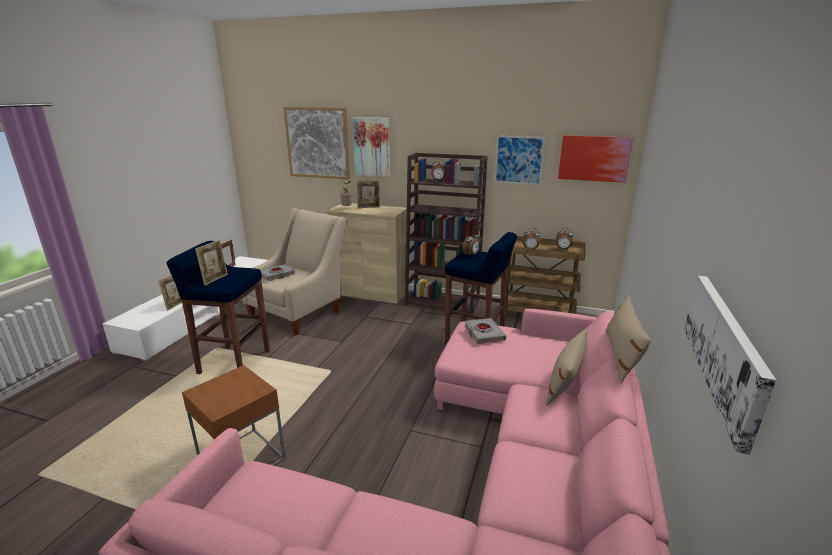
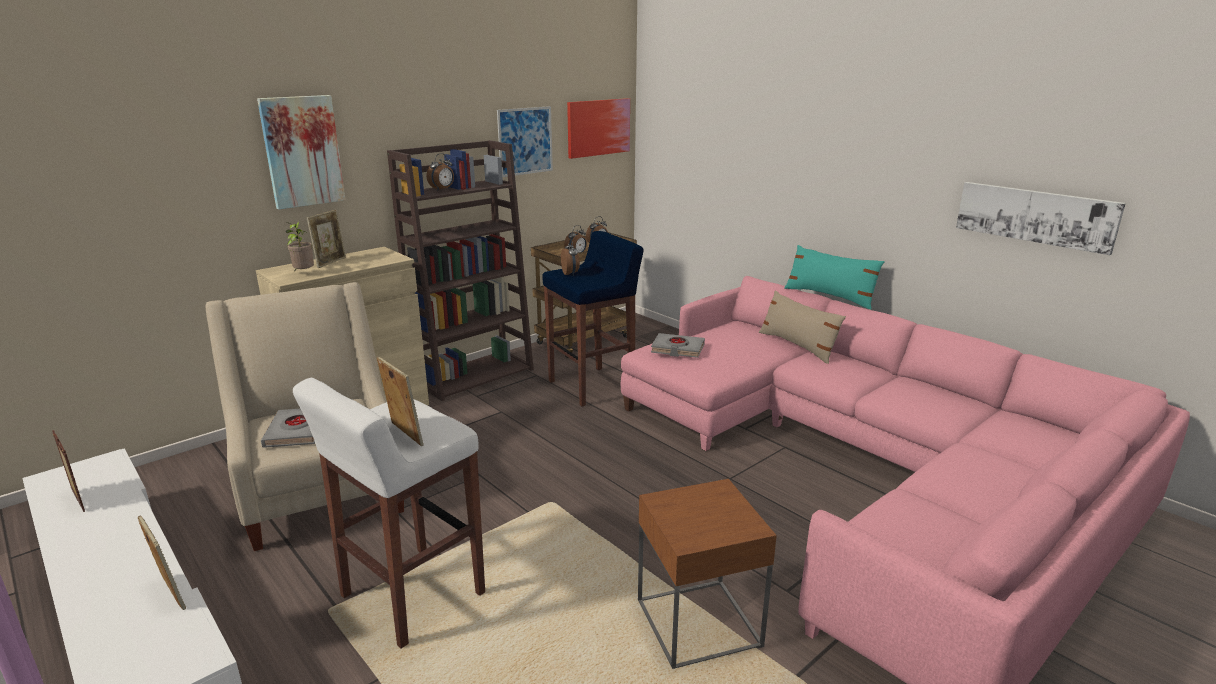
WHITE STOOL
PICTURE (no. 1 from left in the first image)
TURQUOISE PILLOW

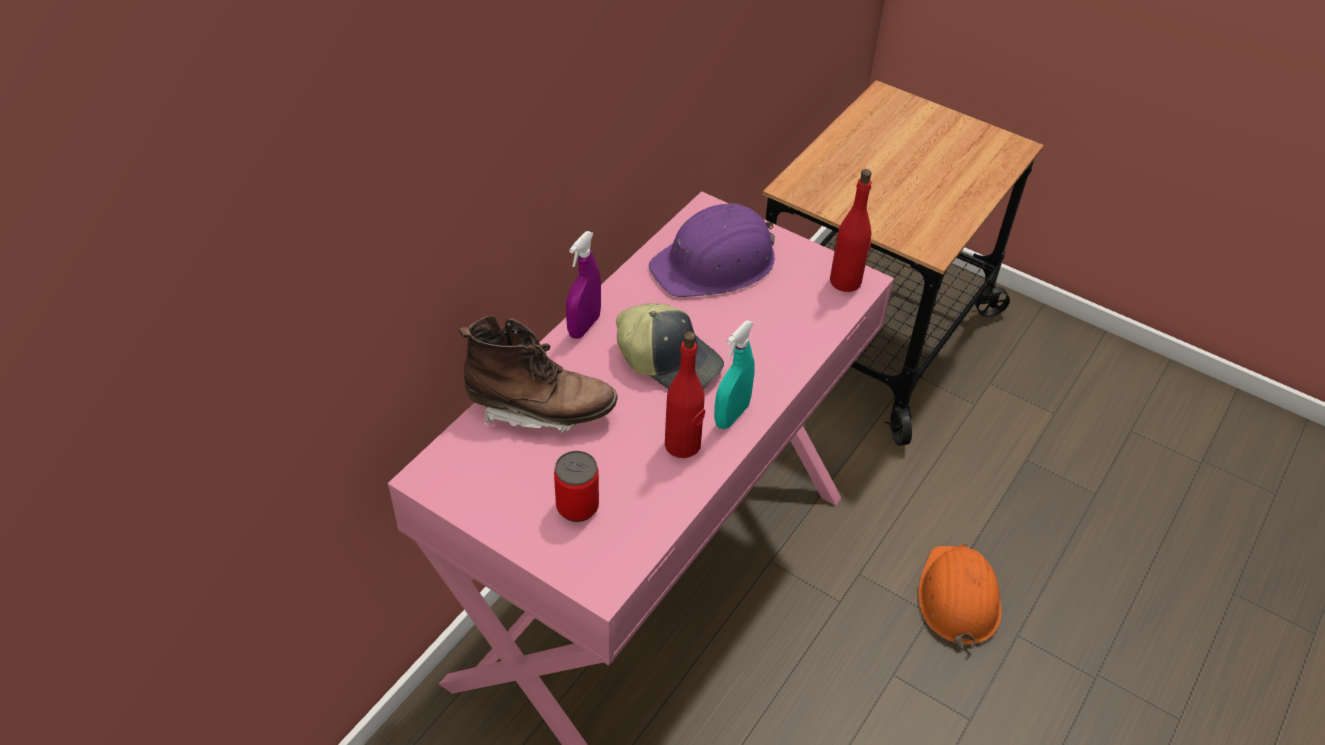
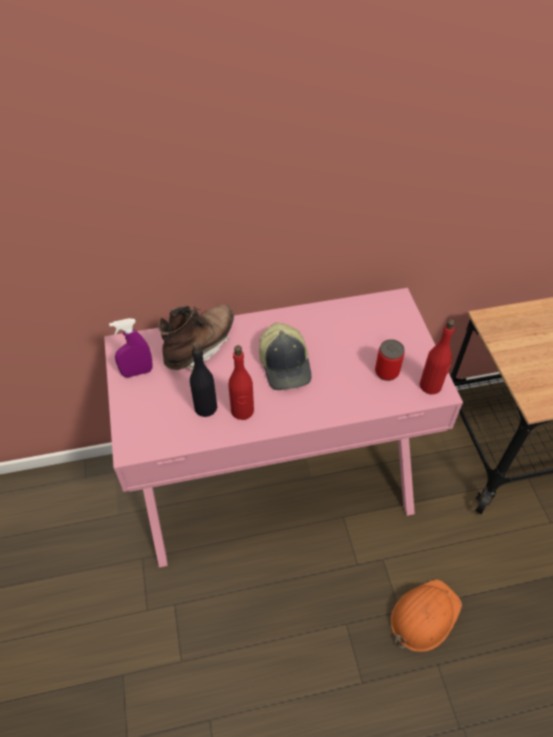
BROWN BOOT
CAN
PURPLE SPRAY BOTTLE
PURPLE HARD HAT
TURQUOISE SPRAY BOTTLE
BLACK BOTTLE

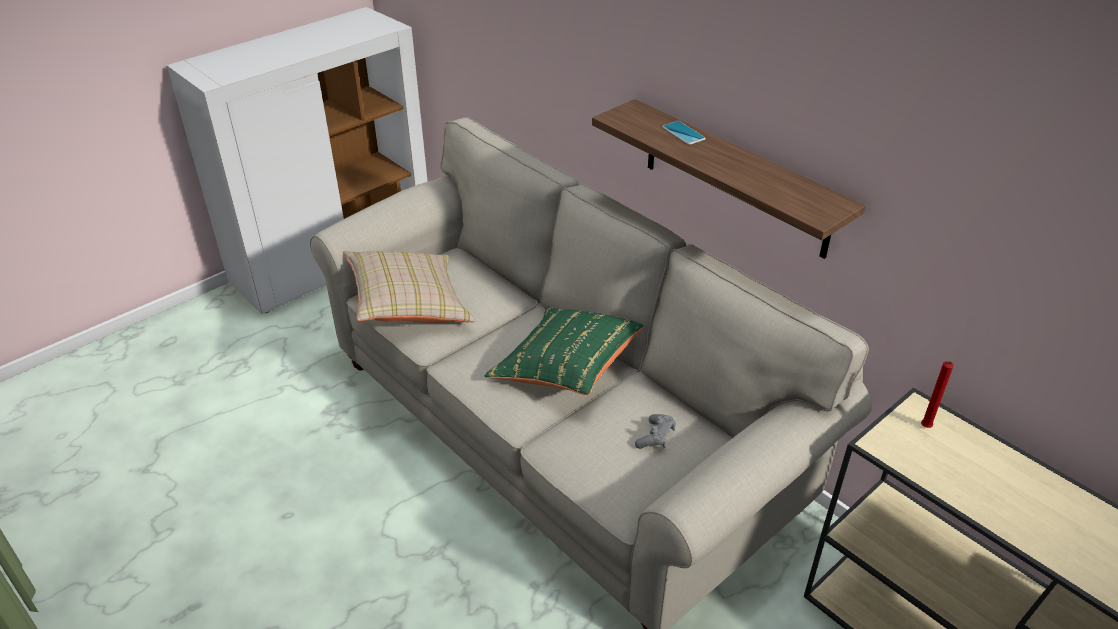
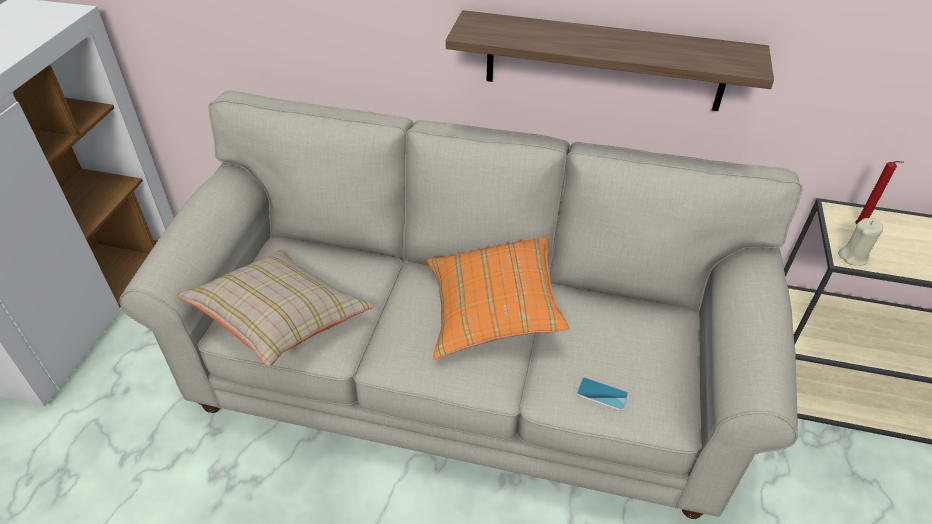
ORANGE PILLOW
GREY GAME CONTROLLER
PHONE
BEIGE CANDLE

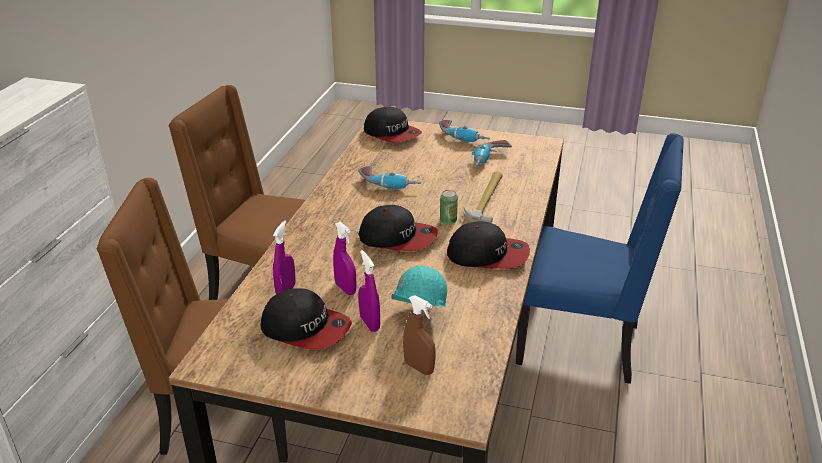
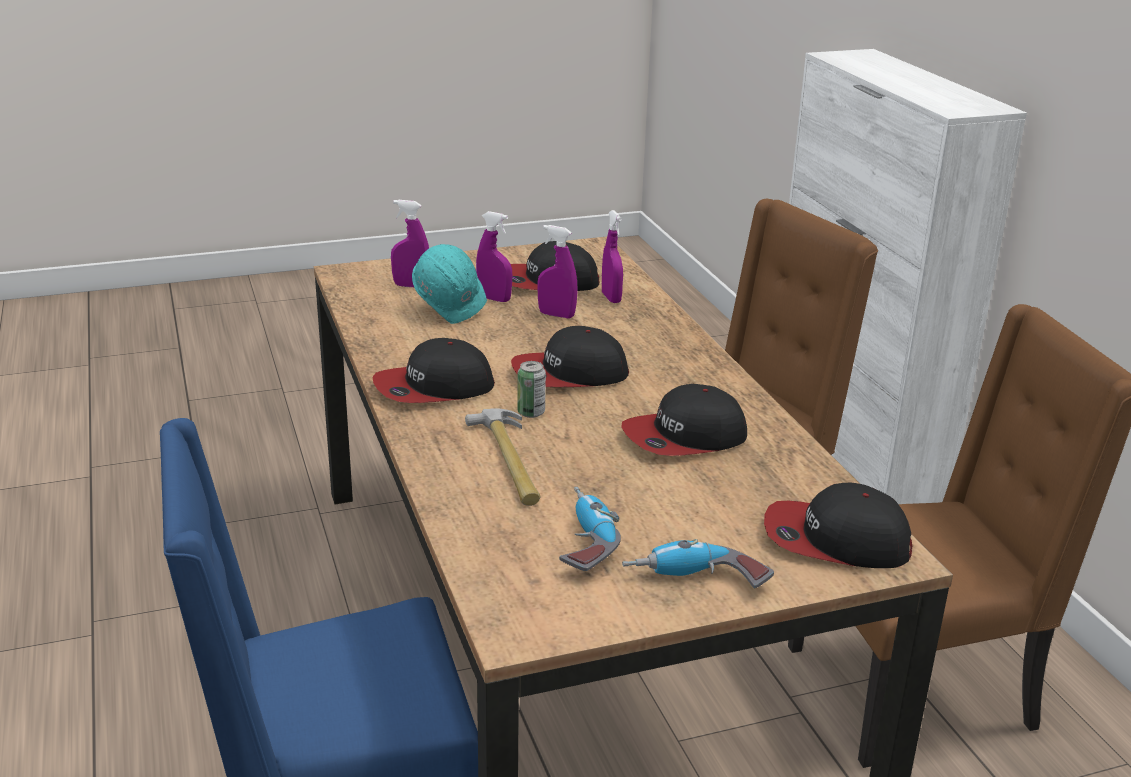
CAP (no. 4 from left)
PURPLE SPRAY BOTTLE (no. 1 from left)

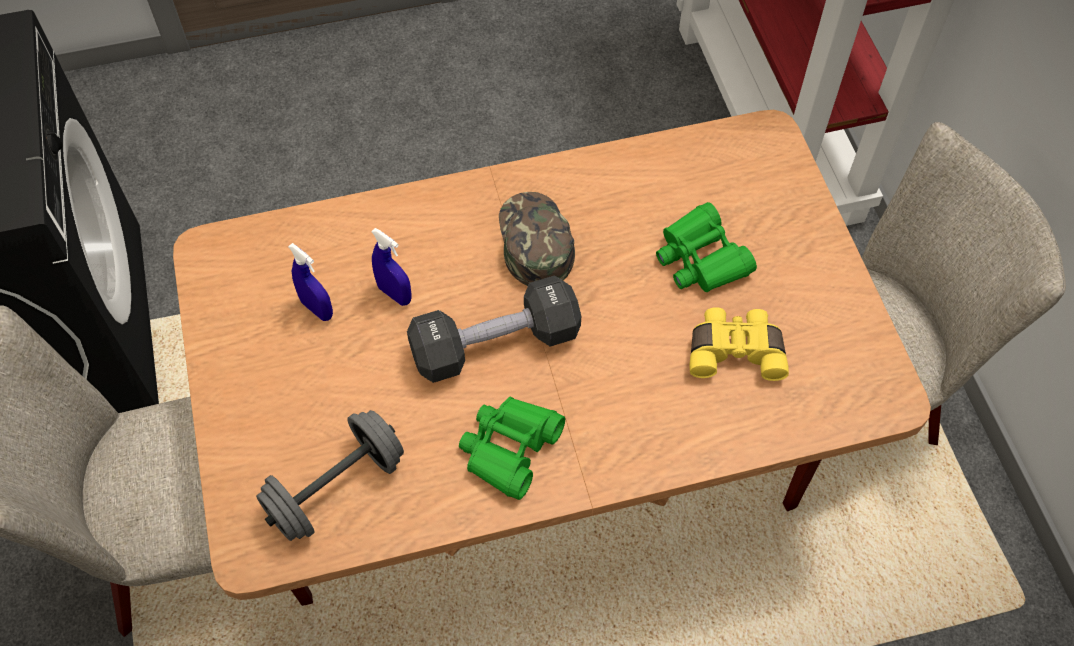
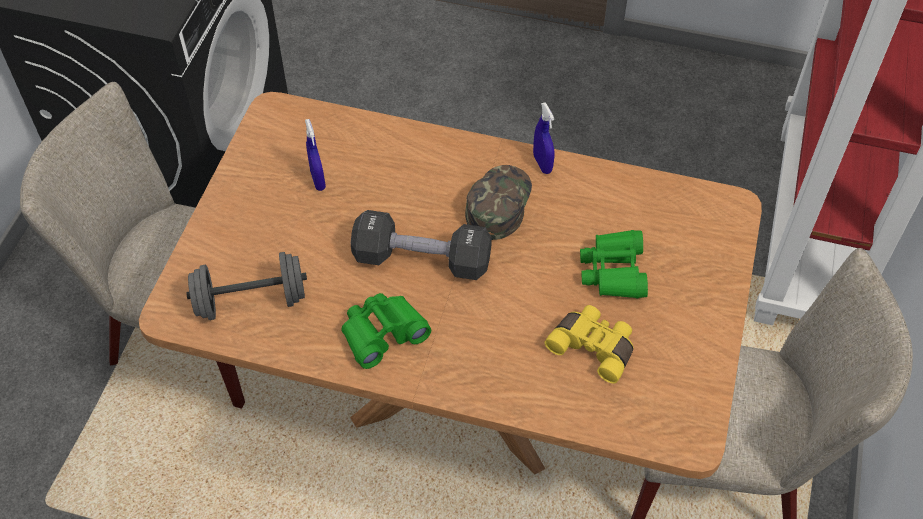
BLUE SPRAY BOTTLE (no. 2 from left)

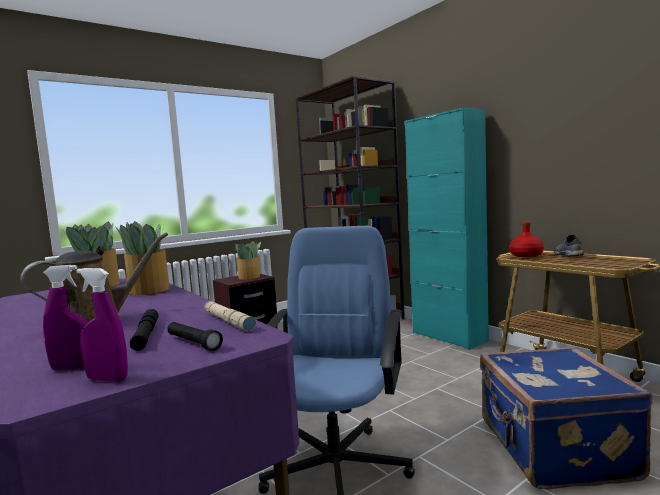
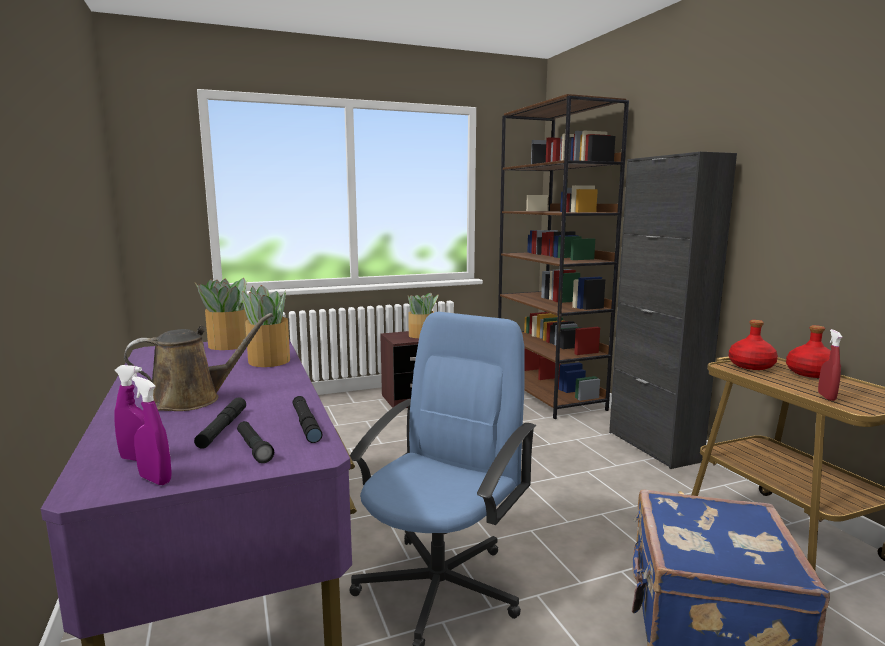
BLACK FLASHLIGHT (no. 3 from left)
BLACK CABINET
RED BOTTLE (no. 2 from left)
RED SPRAY BOTTLE

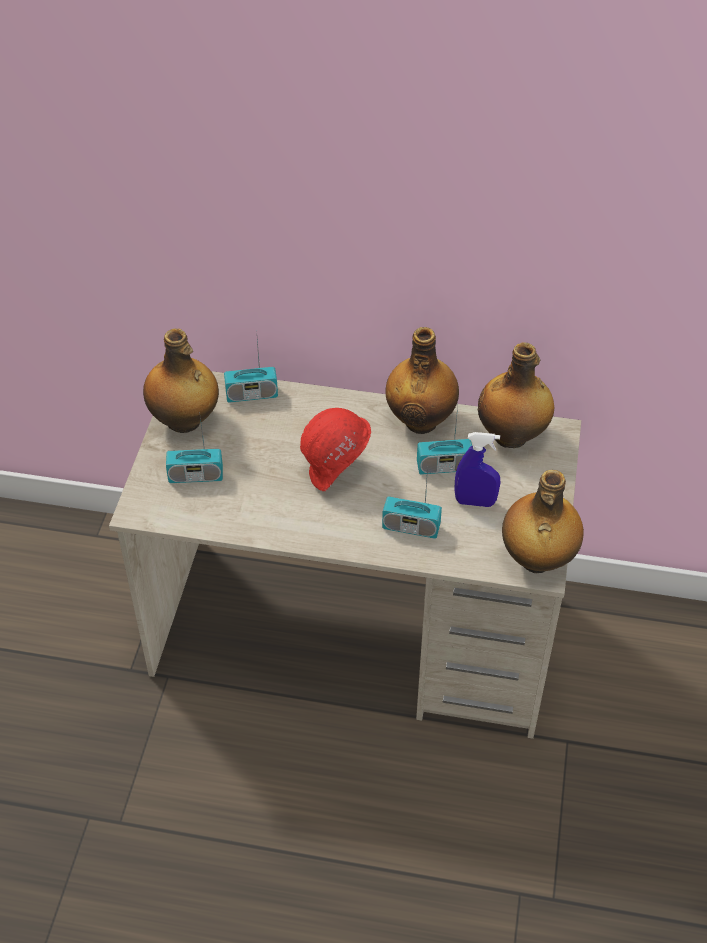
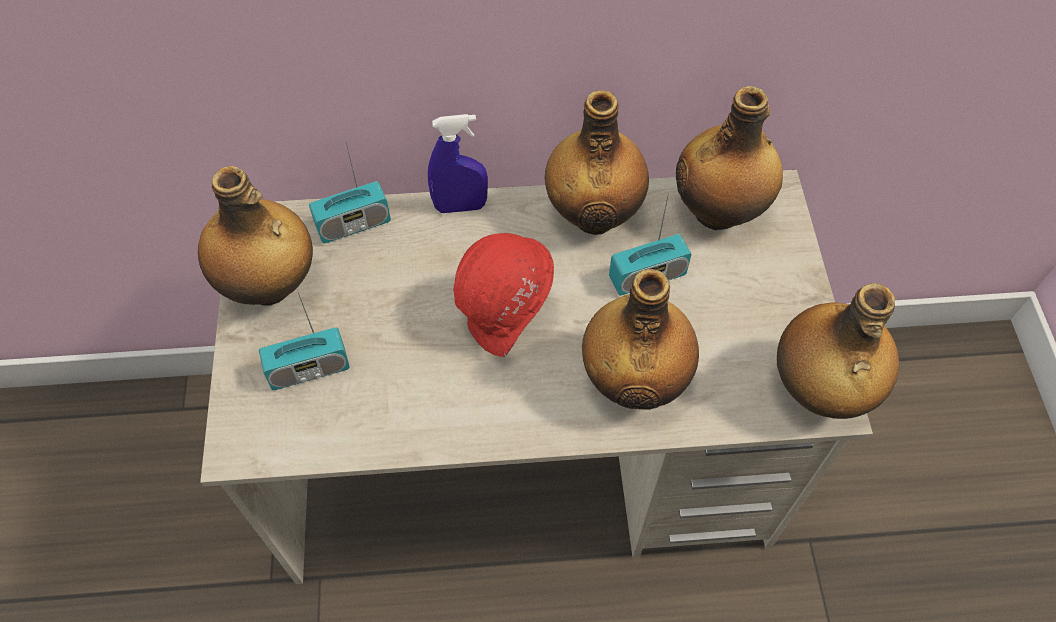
BOTTLE (no. 3 from left)
BLUE SPRAY BOTTLE

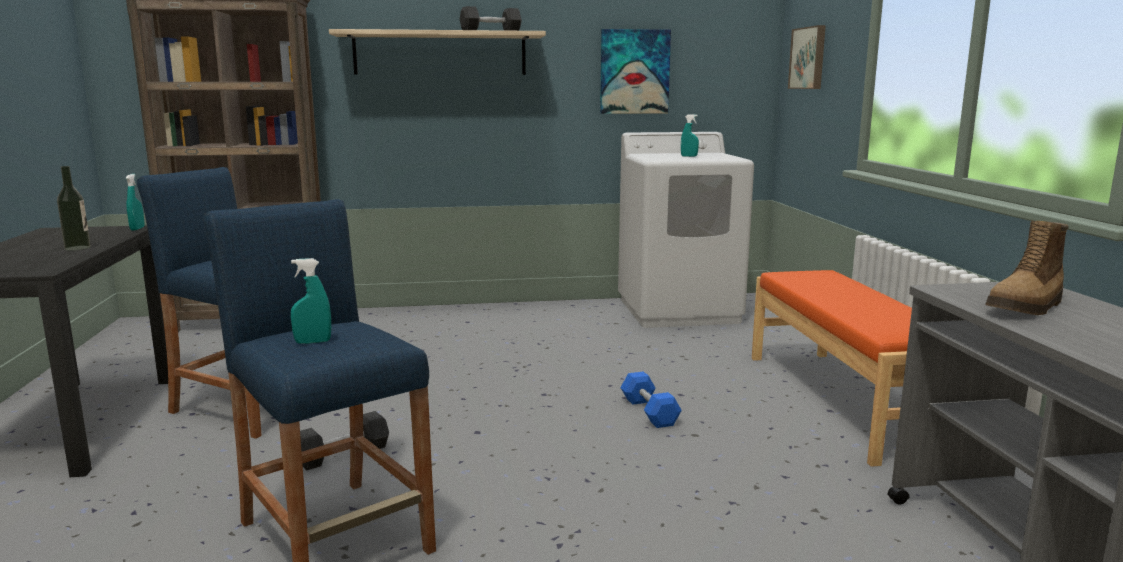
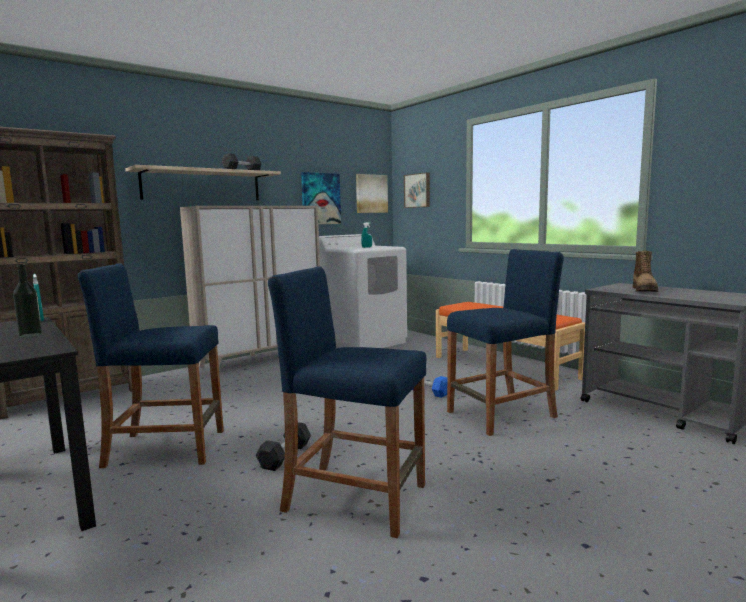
TURQUOISE SPRAY BOTTLE (no. 2 from left in the first image)
BEIGE CABINET
PICTURE (no. 2 from left)
BLUE STOOL (no. 3 from left)

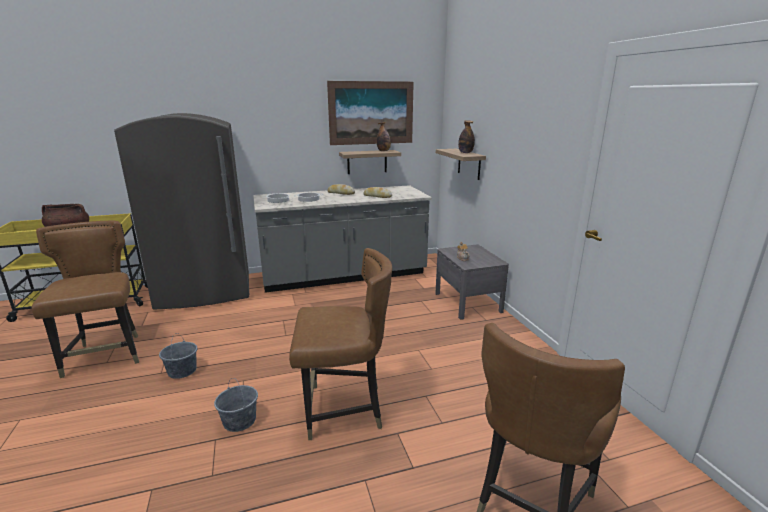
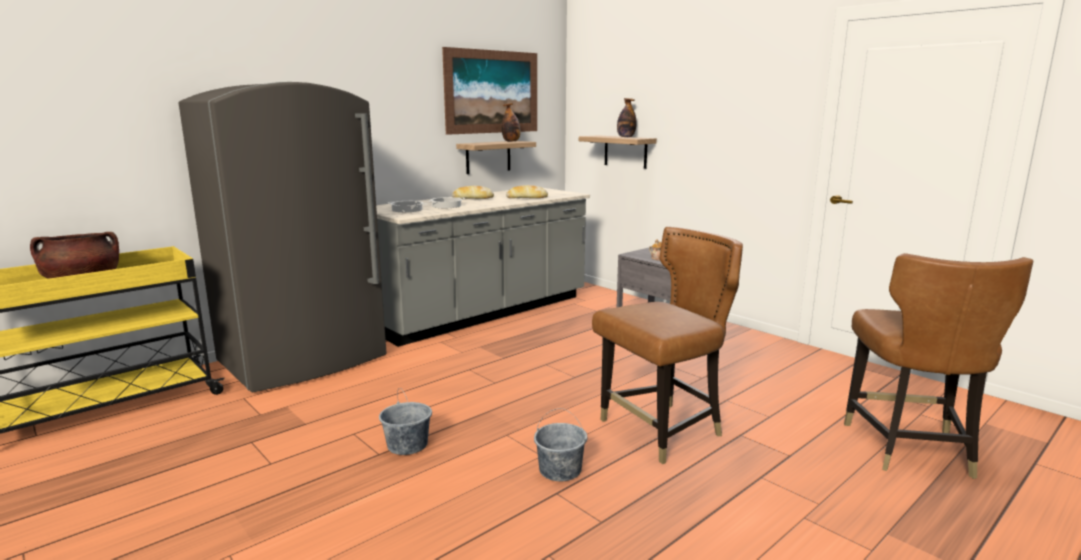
BROWN CHAIR (no. 1 from left in the first image)

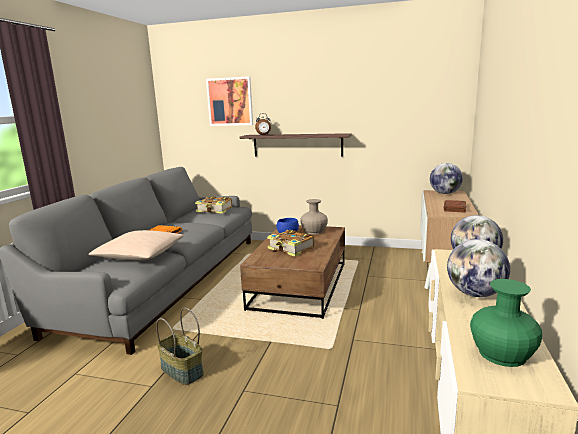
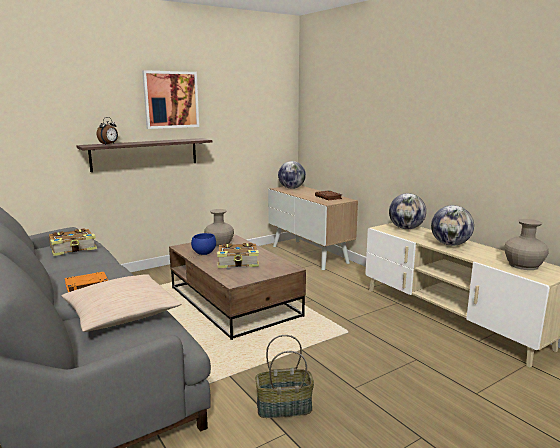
PICTURE
BEIGE VASE (no. 2 from left)

